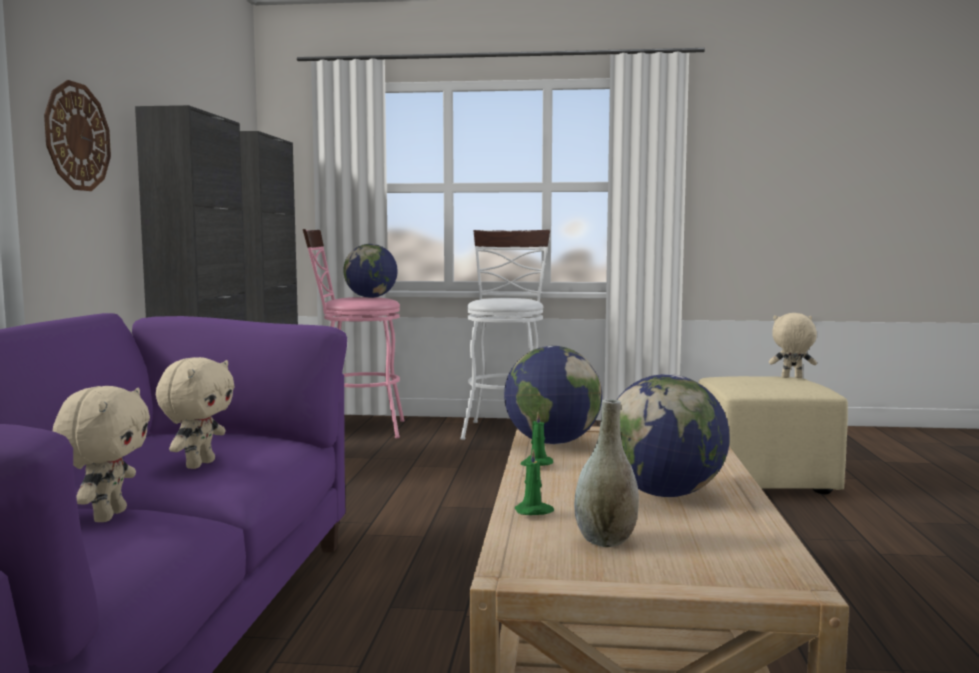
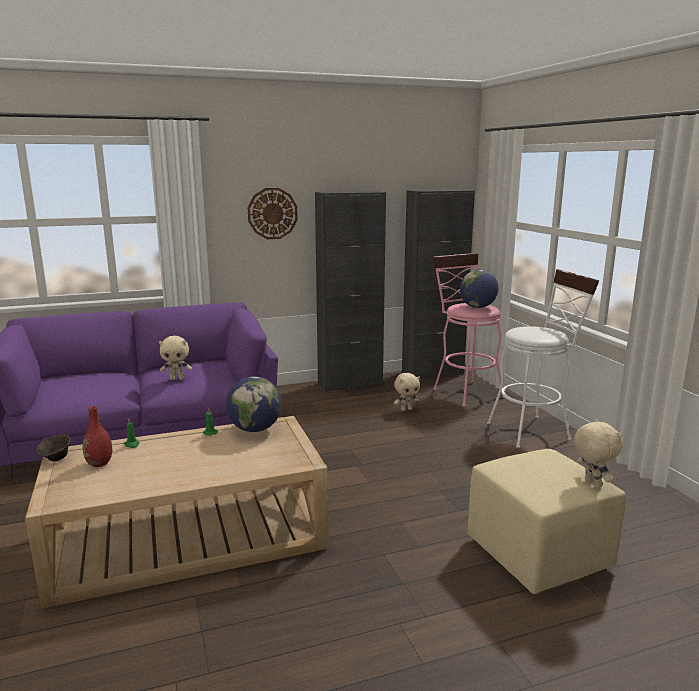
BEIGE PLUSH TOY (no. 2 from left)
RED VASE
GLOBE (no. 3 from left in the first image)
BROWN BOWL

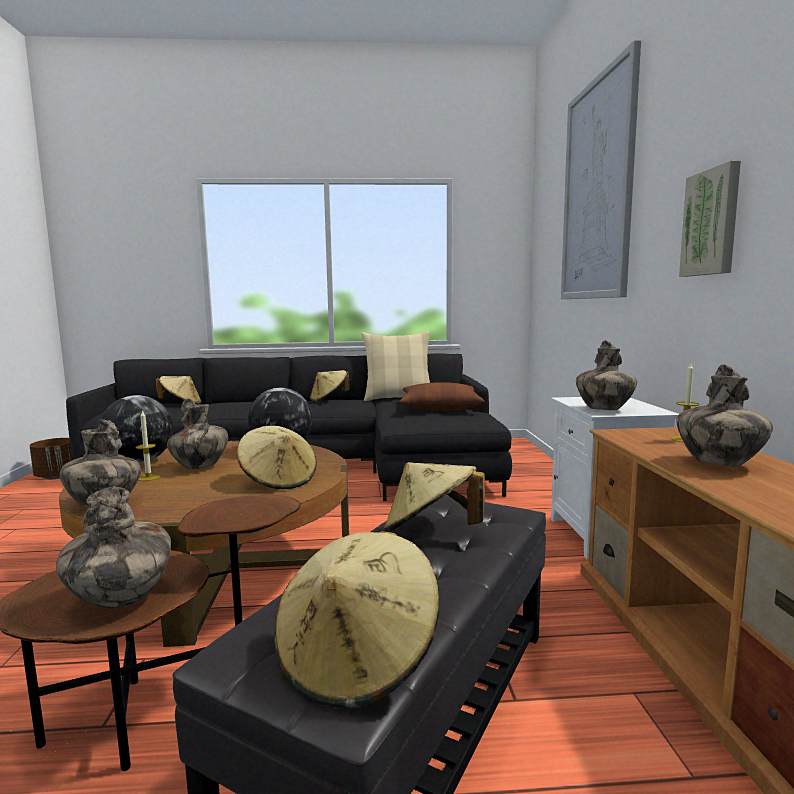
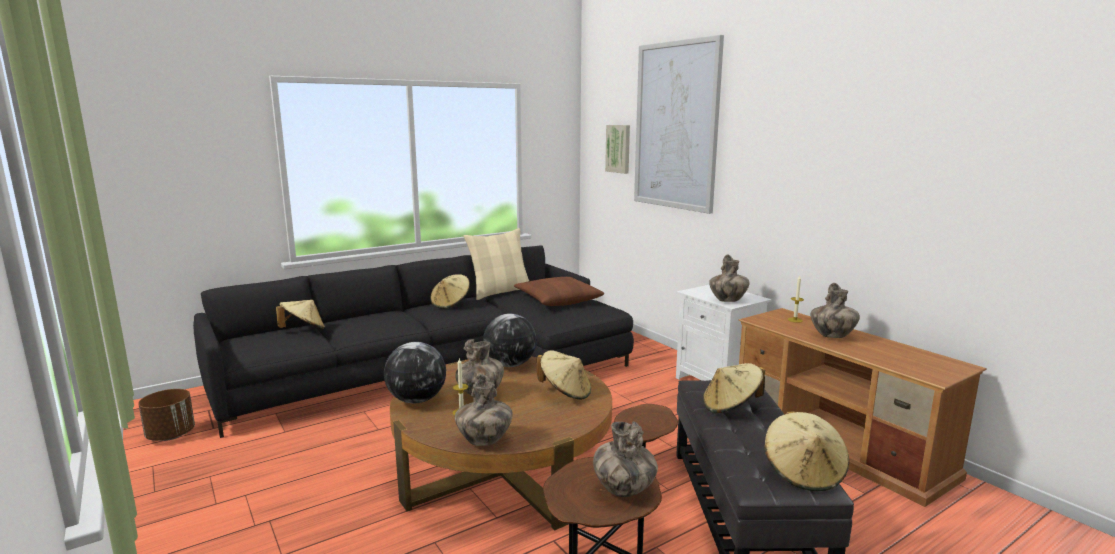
PICTURE (no. 1 from left)

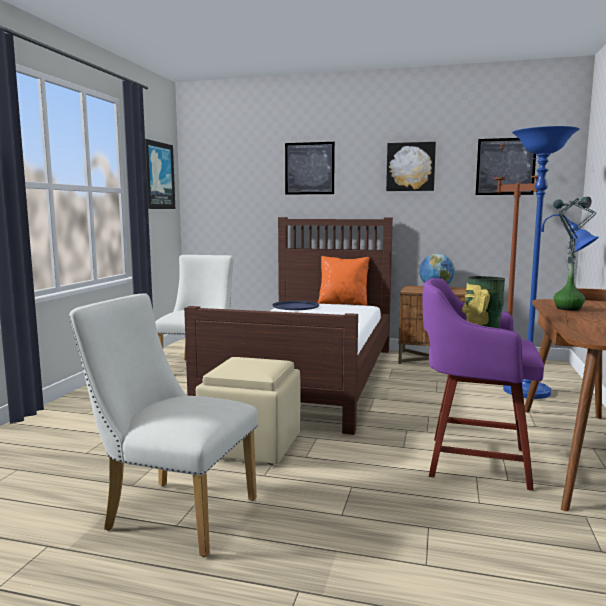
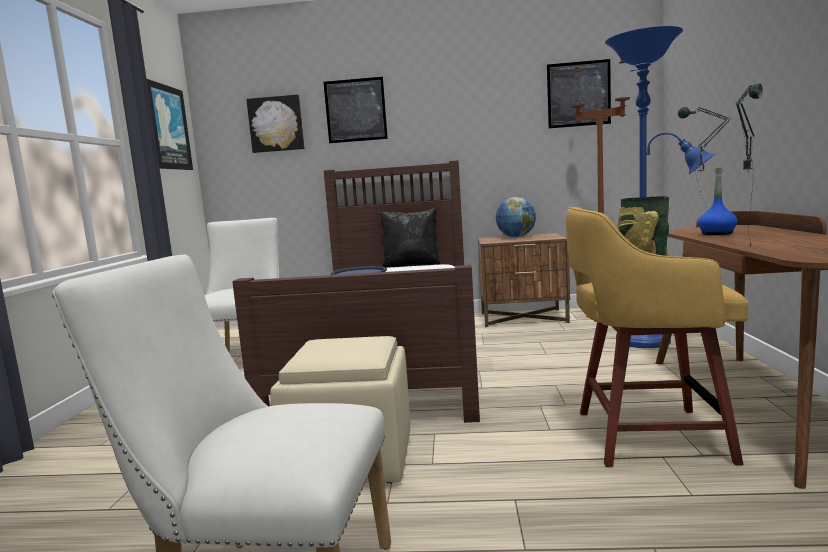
BLACK PILLOW
PICTURE (no. 2 from left)
YELLOW STOOL
BLUE BOTTLE

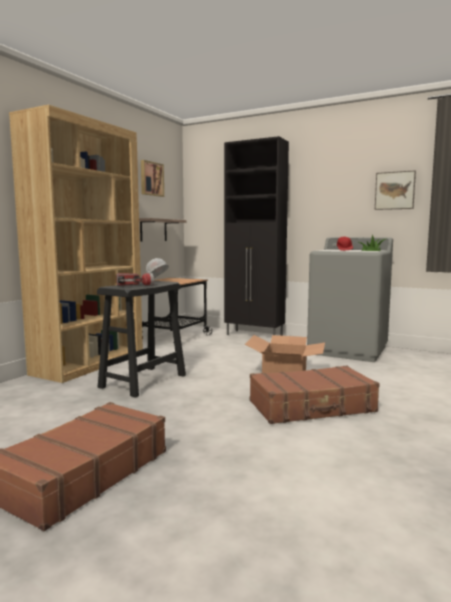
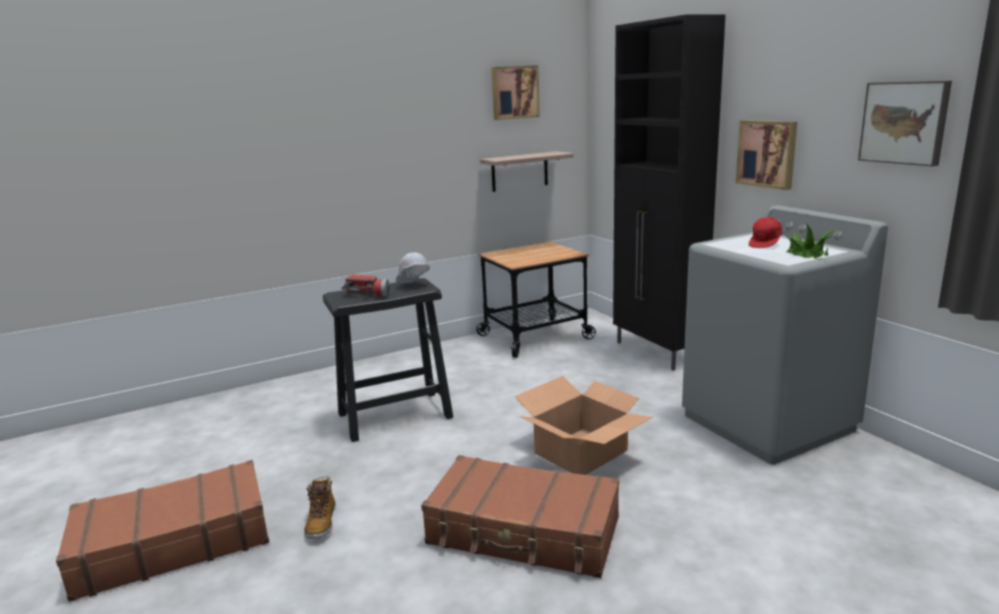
BROWN BOOKCASE
BOOT
PICTURE (no. 2 from left)

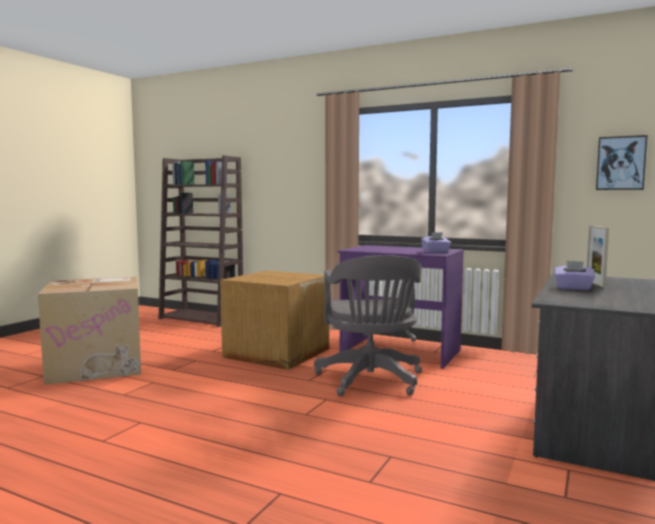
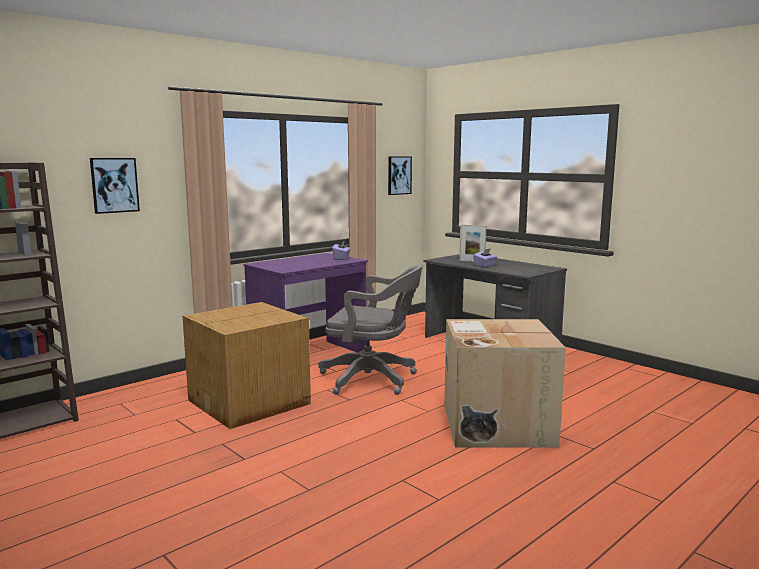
CARDBOARD BOX (no. 2 from left)
PICTURE (no. 1 from left)

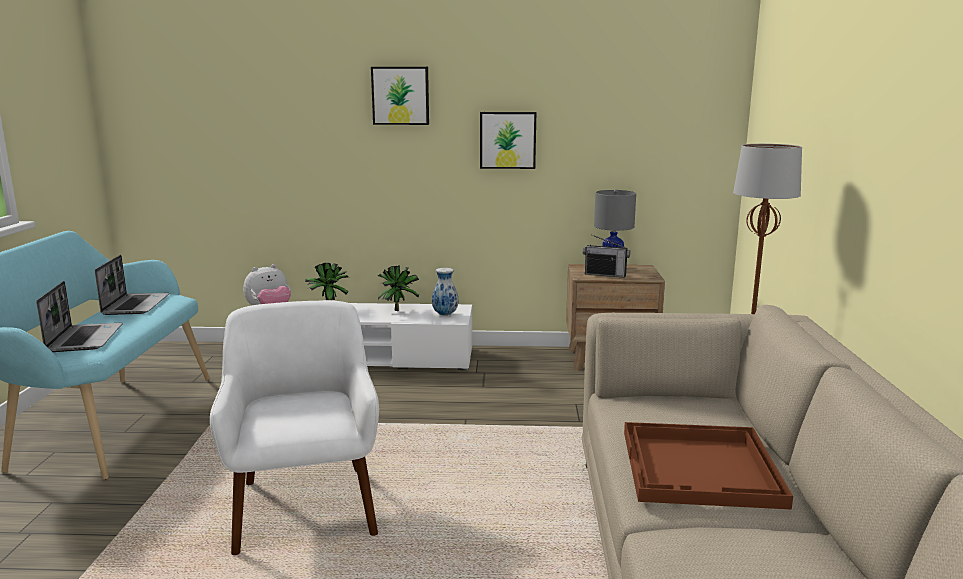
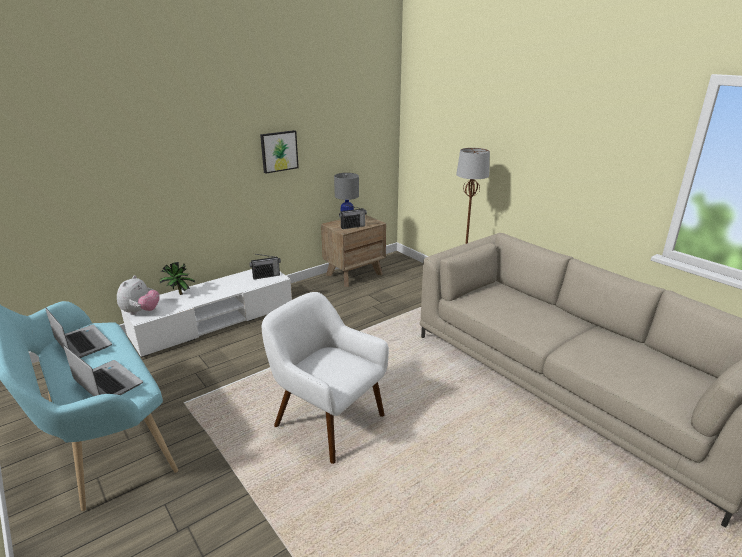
PICTURE (no. 1 from left in the first image)
POTTED PLANT (no. 2 from left in the first image)
RADIO (no. 1 from left)
BROWN TRAY

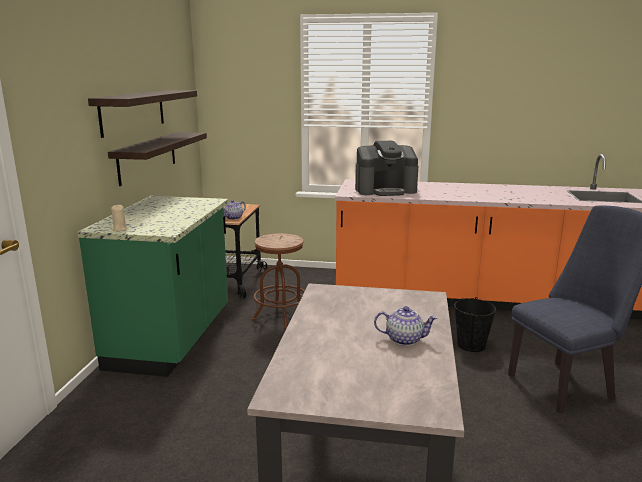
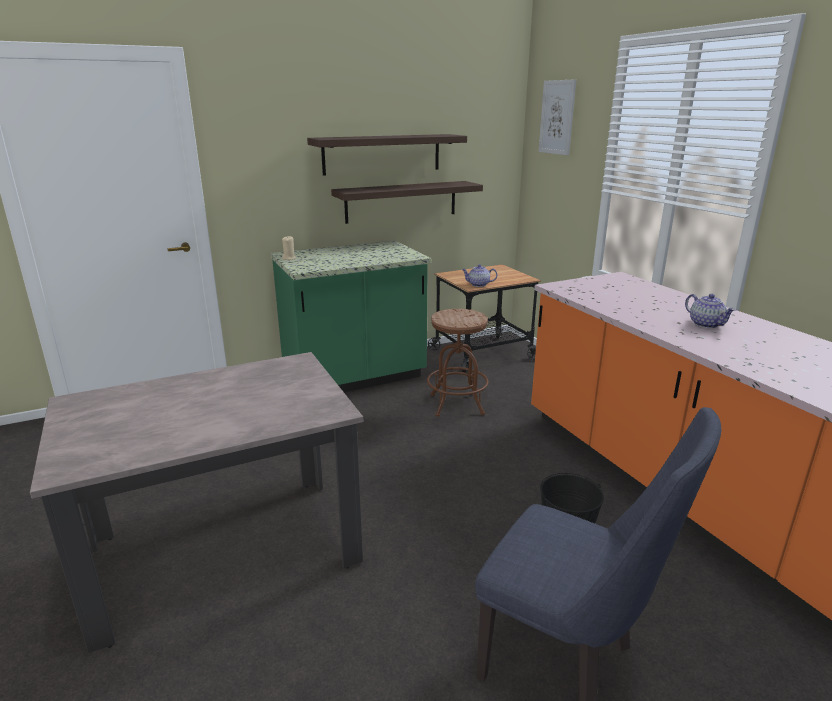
COFFEE MACHINE
TEAPOT (no. 2 from left)
PICTURE

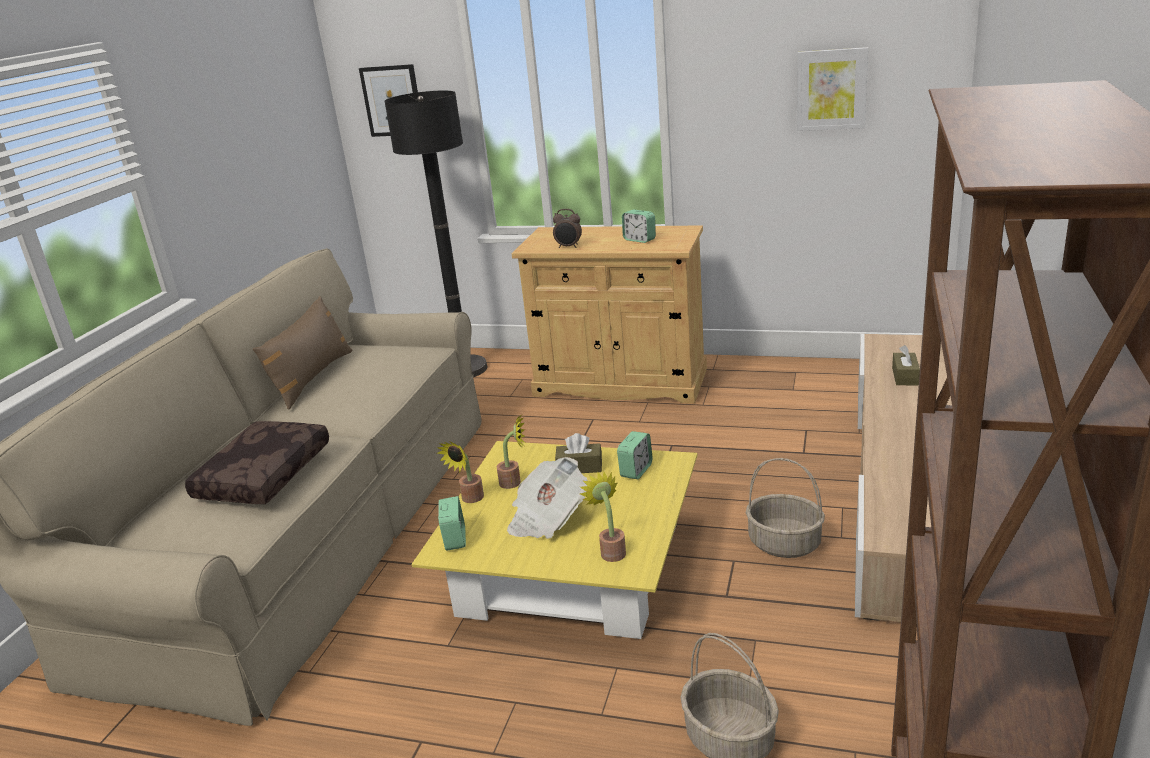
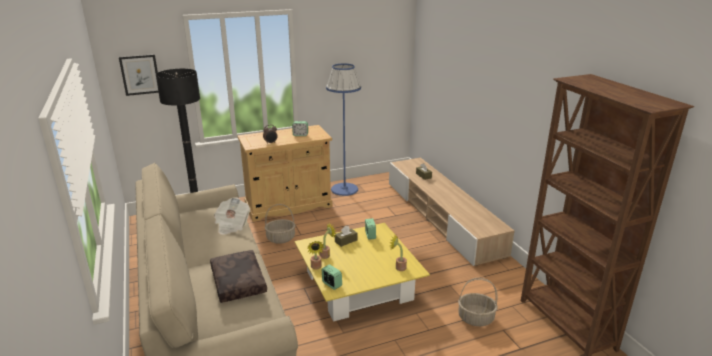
BROWN PILLOW (no. 2 from left in the first image)
NEWSPAPER
BASKET (no. 1 from left)
PICTURE (no. 2 from left in the first image)
BLUE FLOOR LAMP

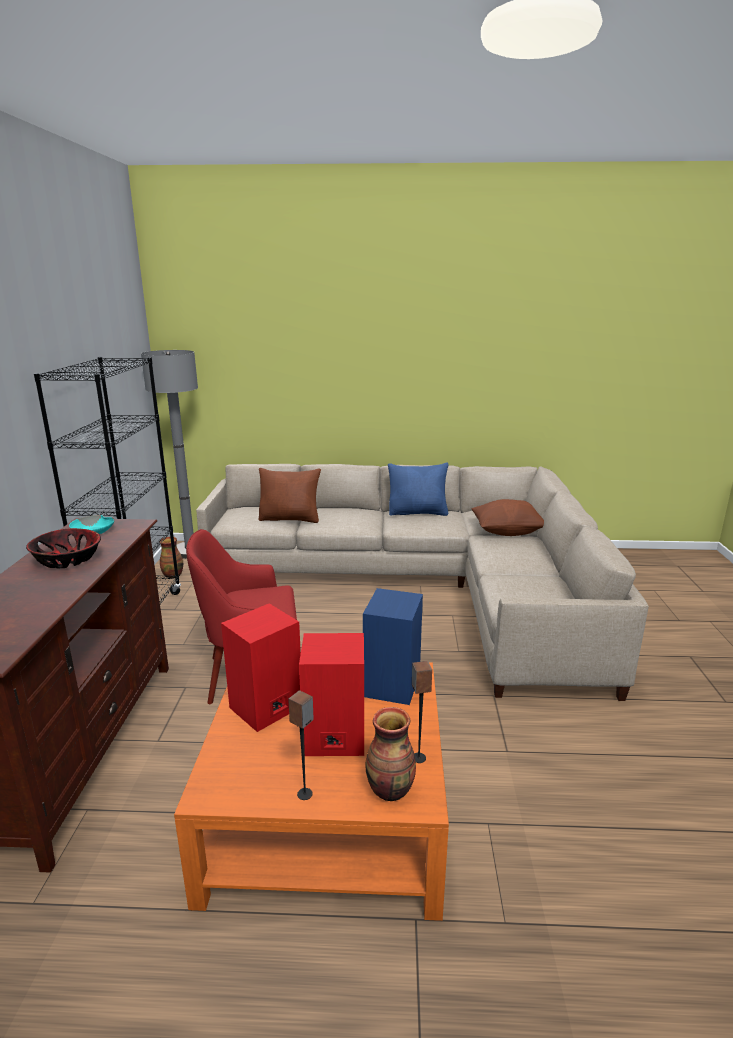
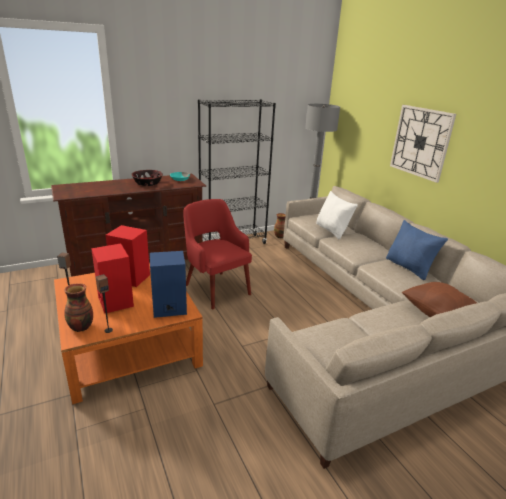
WHITE PILLOW
WALL CLOCK

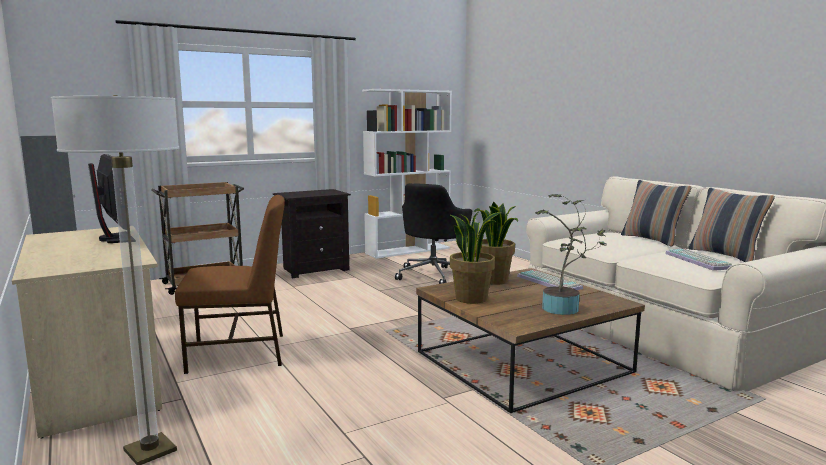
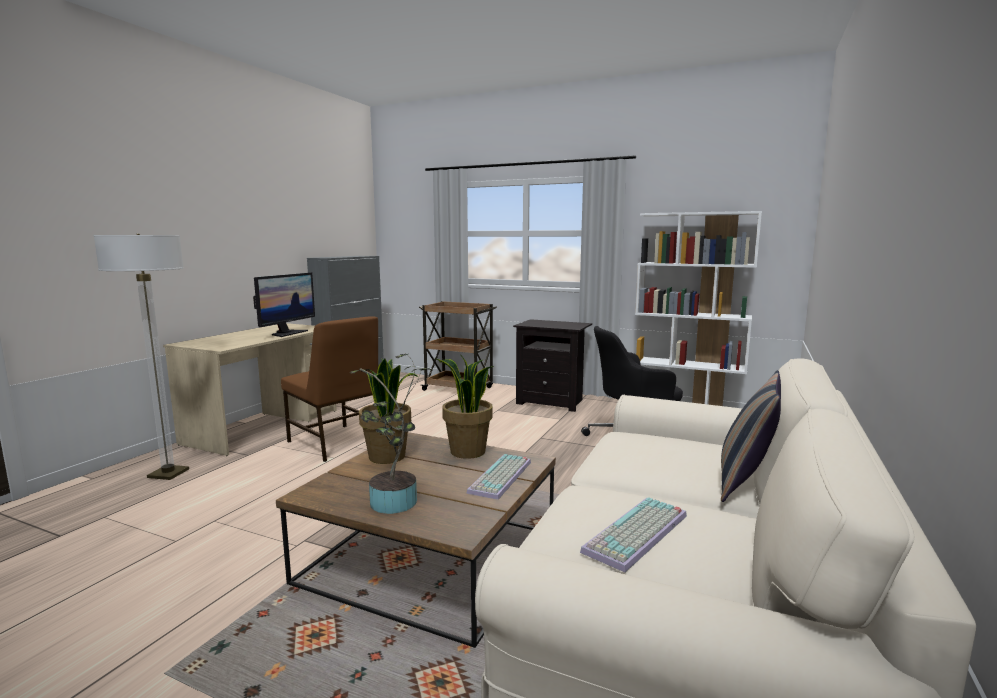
PILLOW (no. 2 from left in the first image)

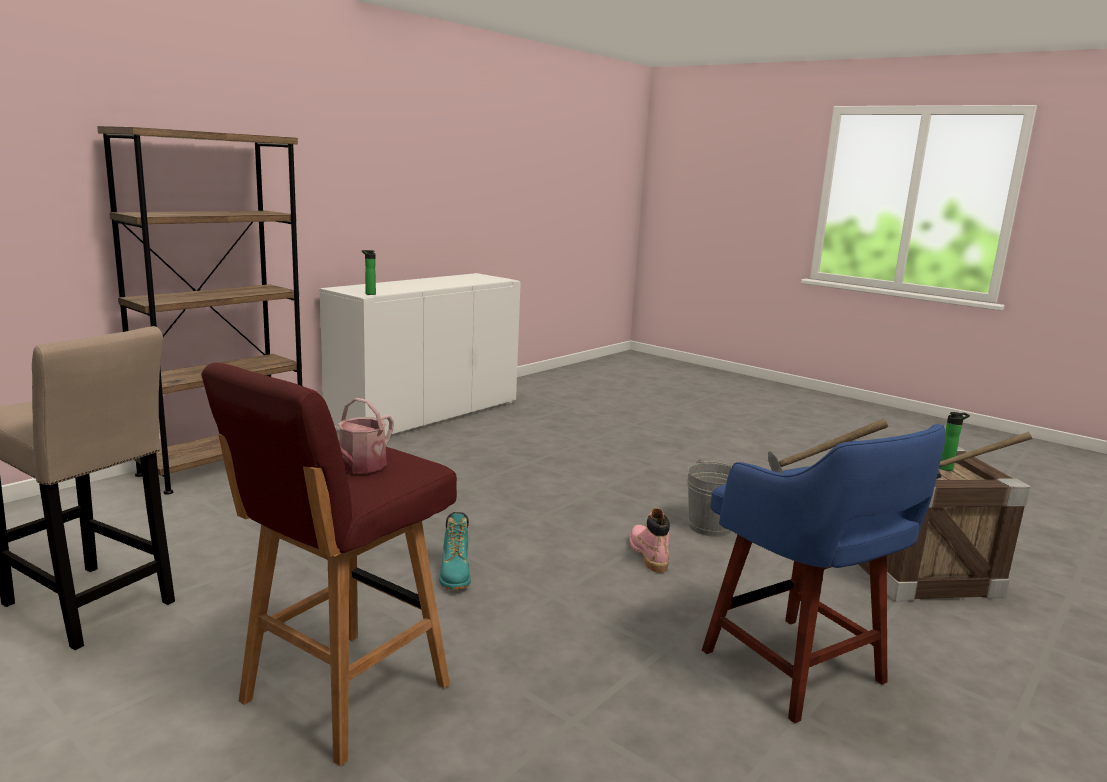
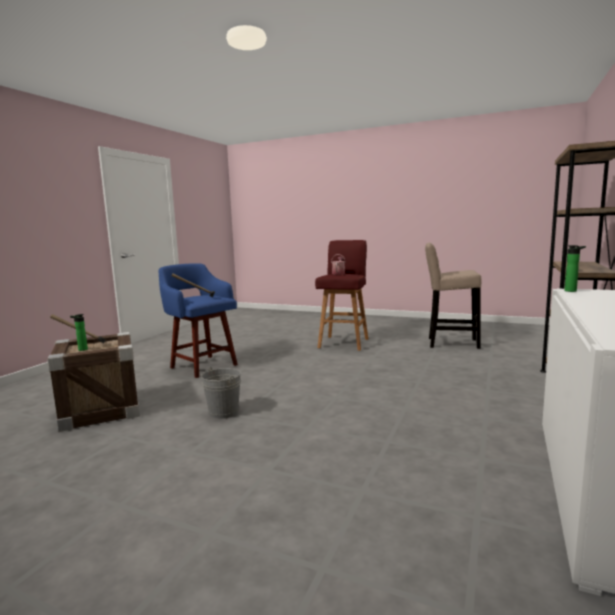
TURQUOISE BOOT
PINK BOOT

